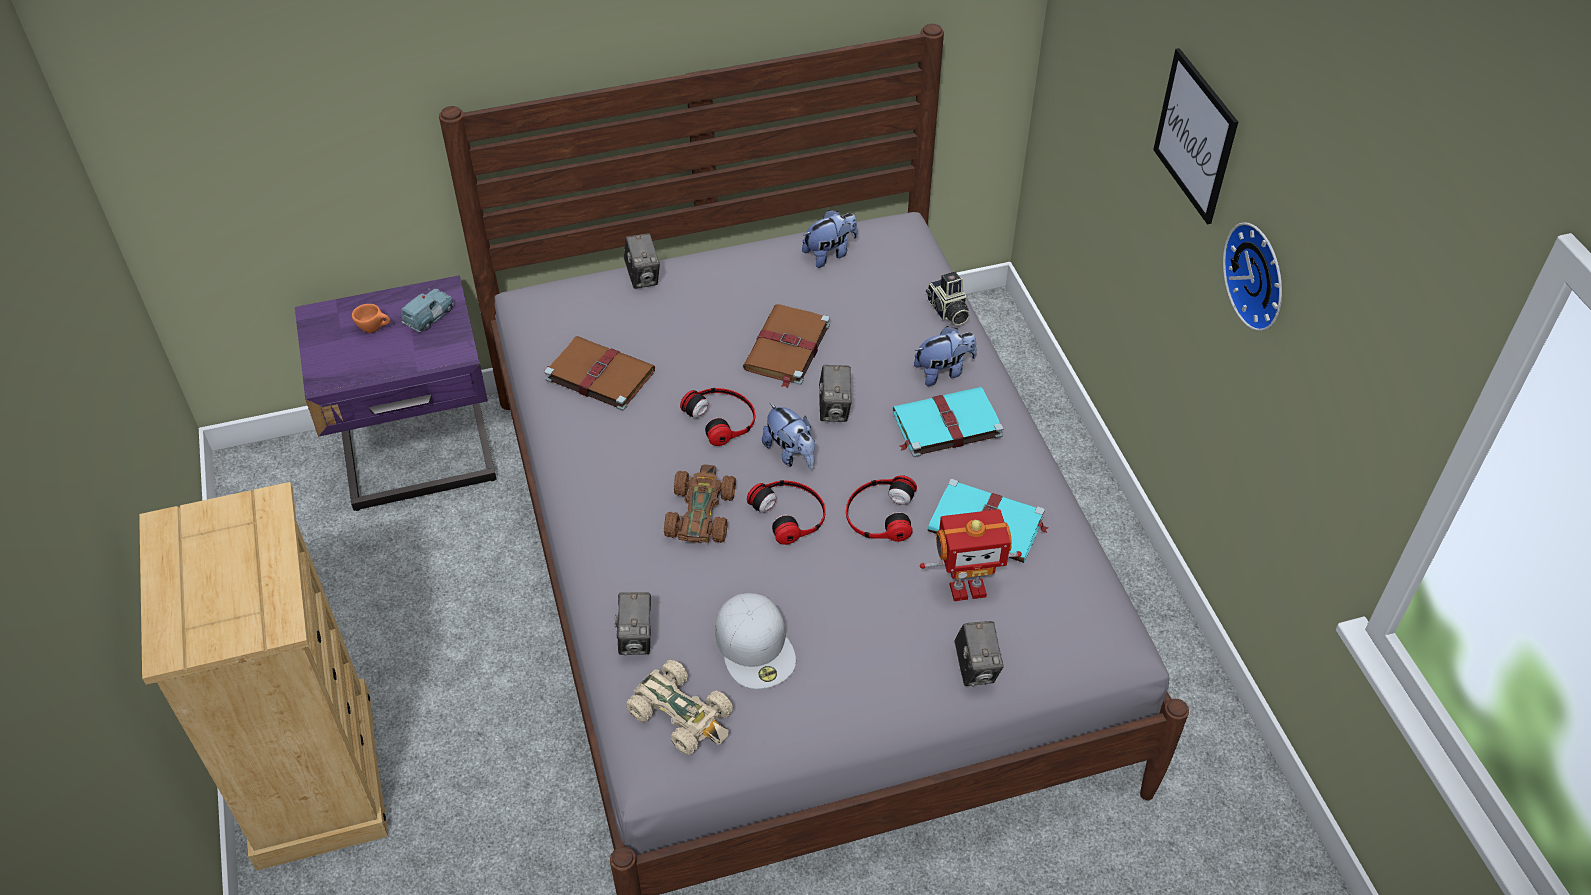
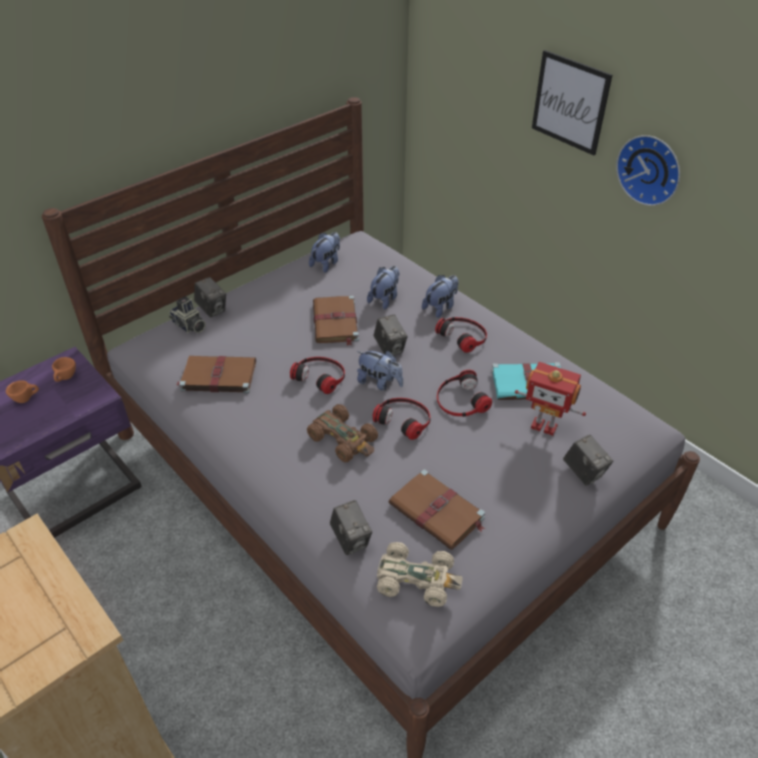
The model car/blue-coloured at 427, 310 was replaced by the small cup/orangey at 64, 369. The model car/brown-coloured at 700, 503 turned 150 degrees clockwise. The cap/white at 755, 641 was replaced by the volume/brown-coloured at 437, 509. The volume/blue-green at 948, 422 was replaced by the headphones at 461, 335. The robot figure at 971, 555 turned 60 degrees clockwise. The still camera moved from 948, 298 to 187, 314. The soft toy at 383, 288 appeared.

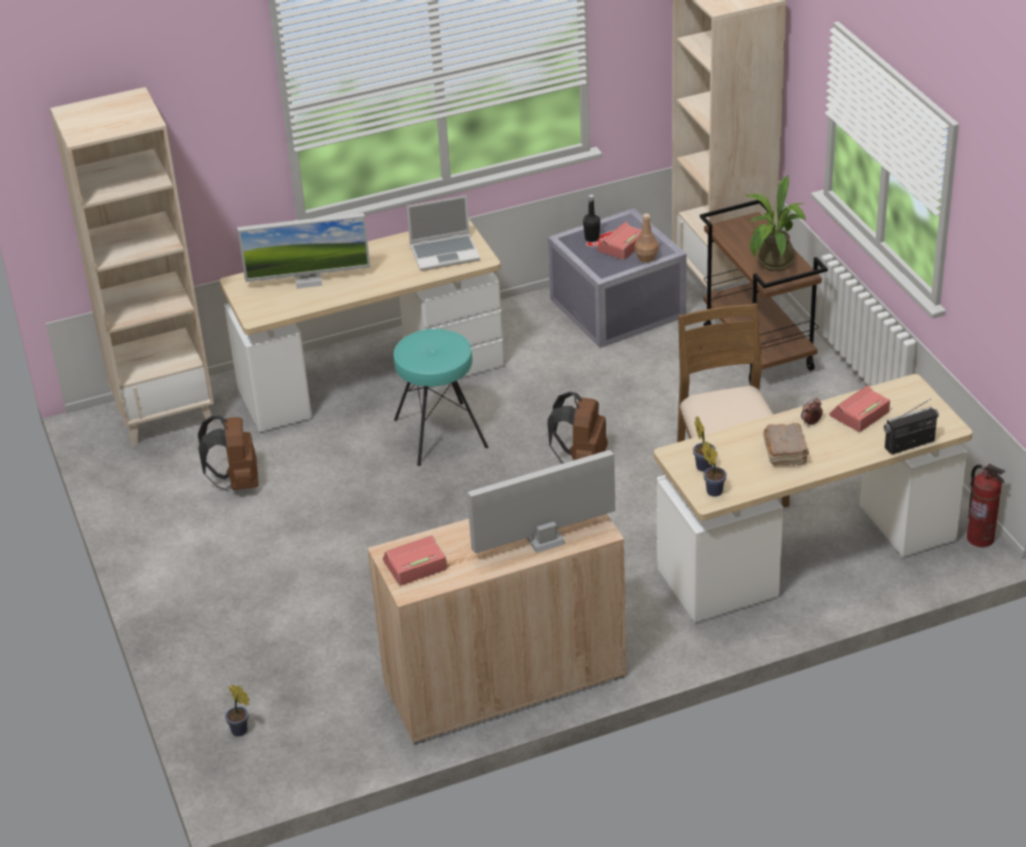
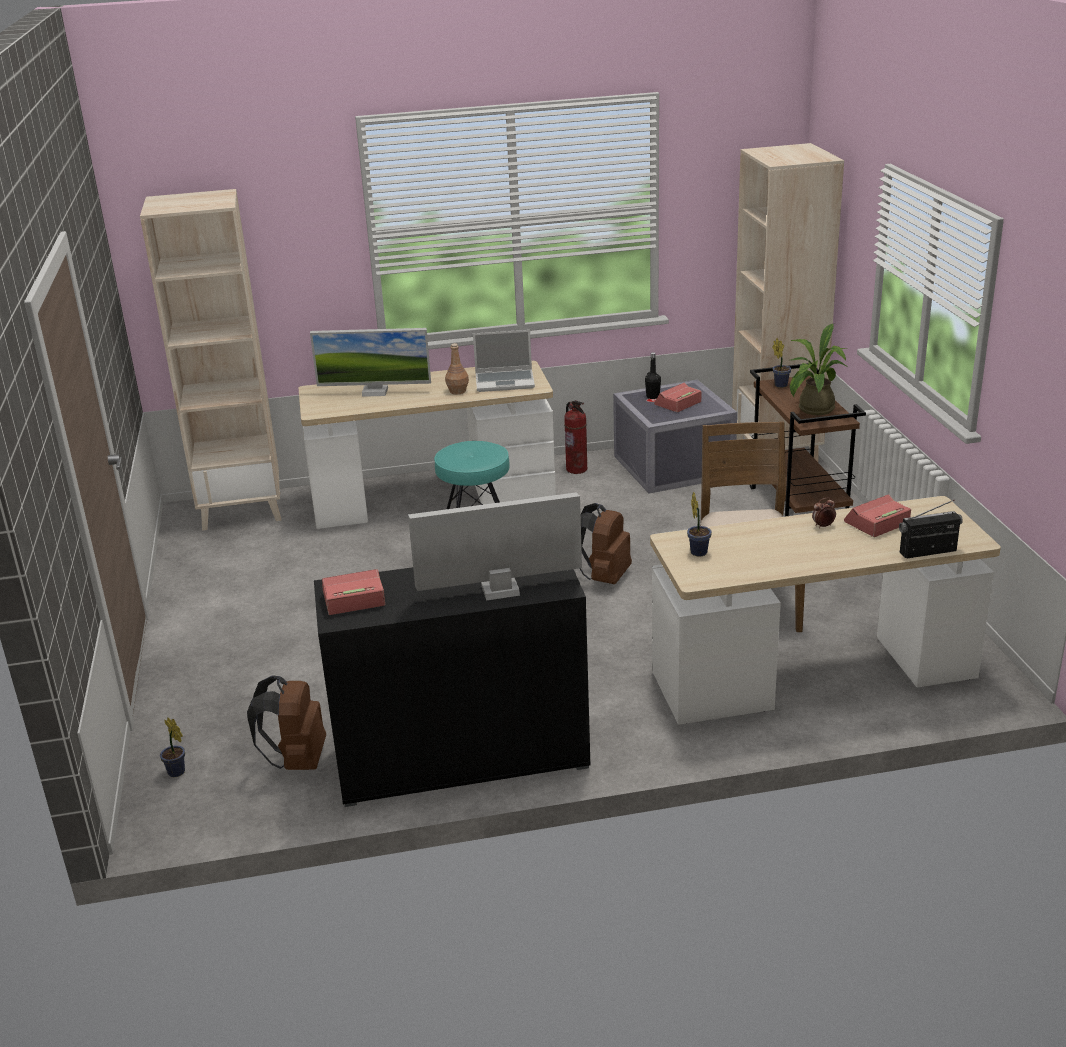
The rucksack/brown-coloured moved from 228, 453 to 286, 722. The cabinet/sand-coloured at 497, 629 became the cabinet/black at 452, 687. The bottle/brown-coloured moved from 647, 238 to 457, 368. The houseplant moved from 714, 469 to 781, 363. The volume/brown-coloured at 786, 444 disappeared. The fire-fighting cylinder moved from 986, 505 to 575, 437.

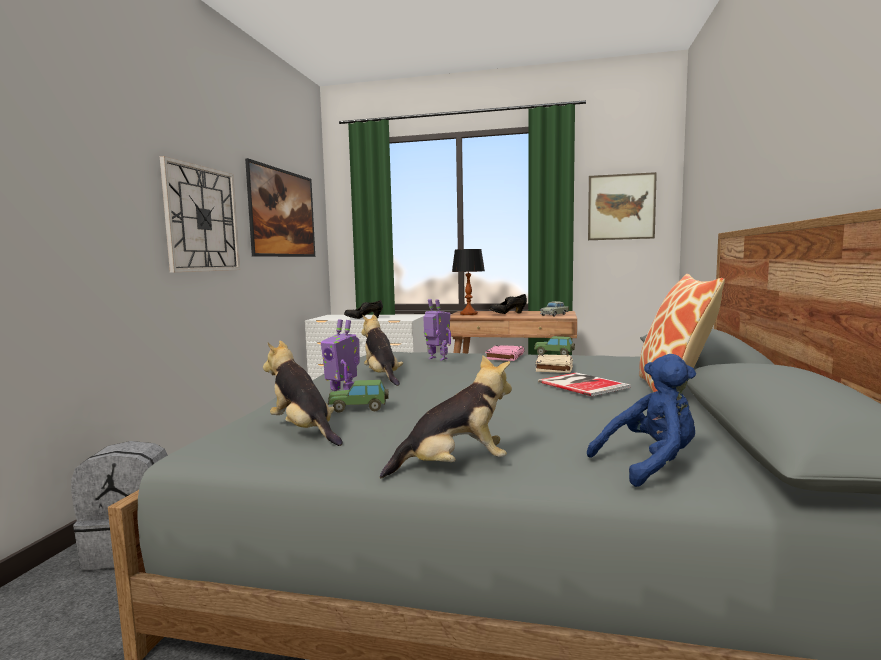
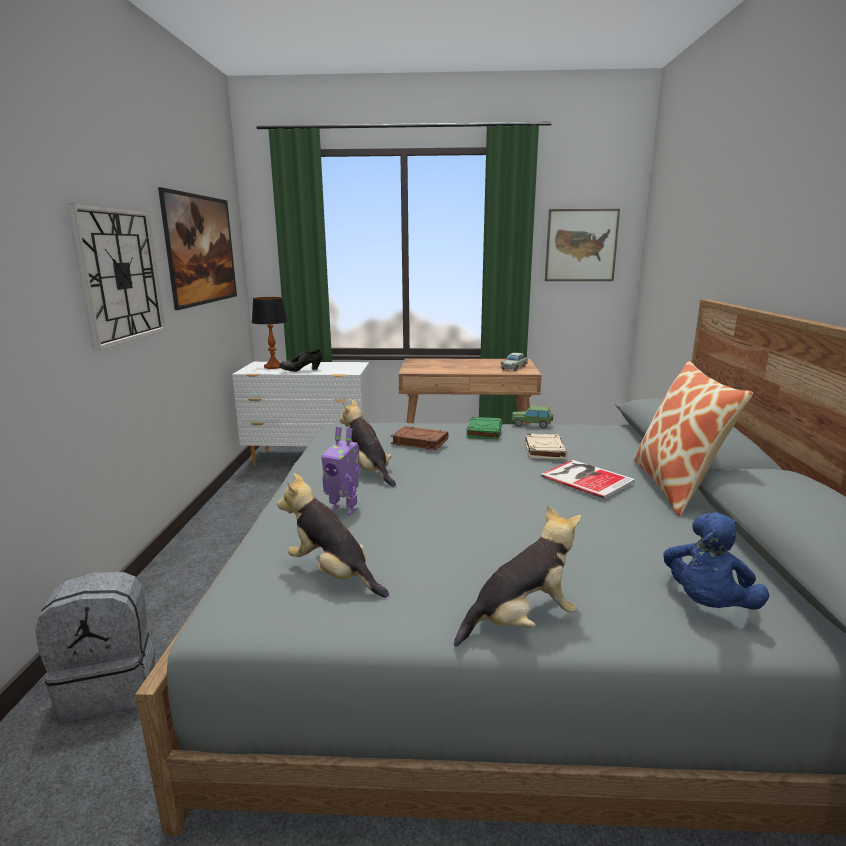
The model car at 358, 396 disappeared. The robot figure at 437, 329 was replaced by the volume/brown-coloured at 419, 438. The table lamp moved from 468, 282 to 270, 333. The volume/pinkish at 505, 353 became the volume/greenish at 484, 428. The item of footwear/black at 508, 304 disappeared. The soft toy/blue-coloured at 641, 420 turned 150 degrees clockwise.

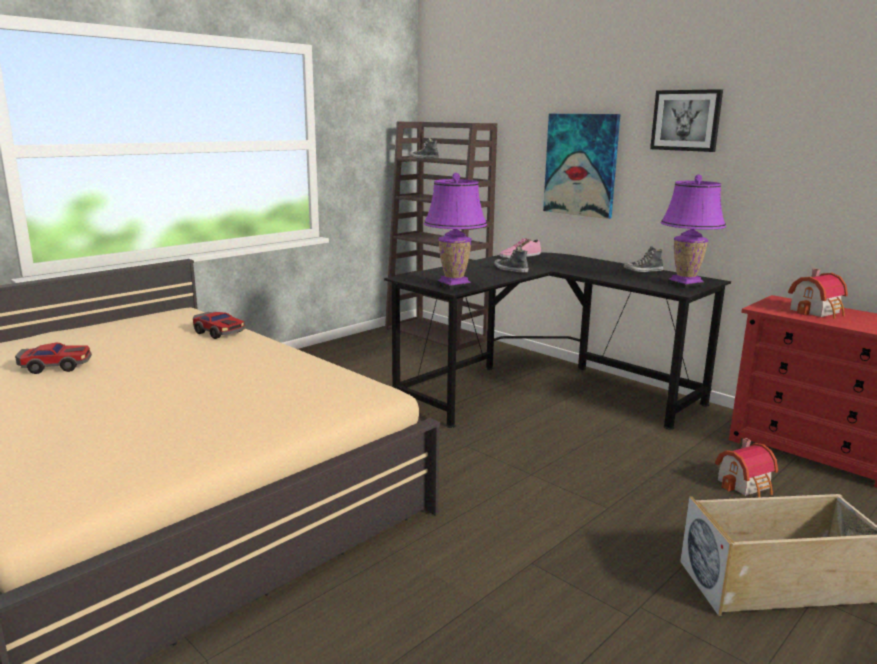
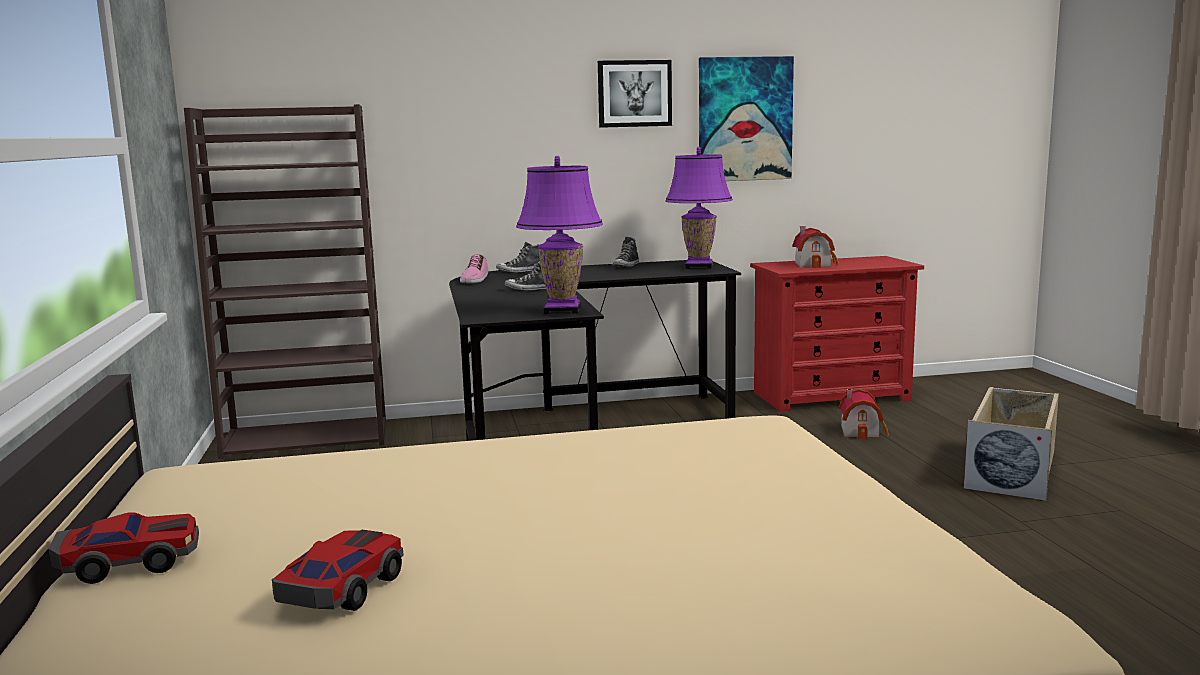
The model car moved from 219, 325 to 123, 548. The item of footwear moved from 424, 148 to 517, 257. The wall art moved from 582, 166 to 746, 118.

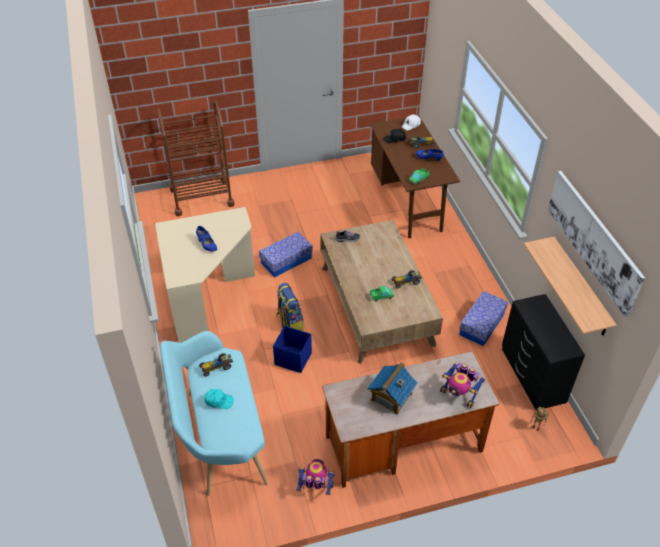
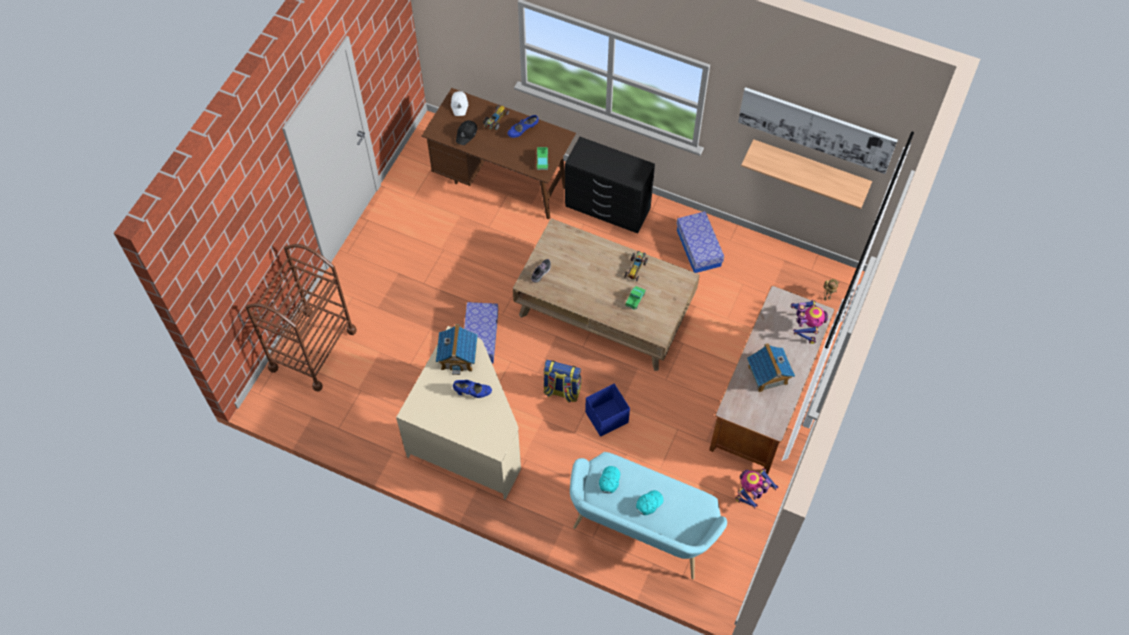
The model car at 216, 365 was replaced by the cap/blue-green at 609, 479. The robot figure at 462, 385 turned 75 degrees counterclockwise. The drawer chest/black moved from 543, 352 to 610, 185. The miniature house at 457, 349 appeared.

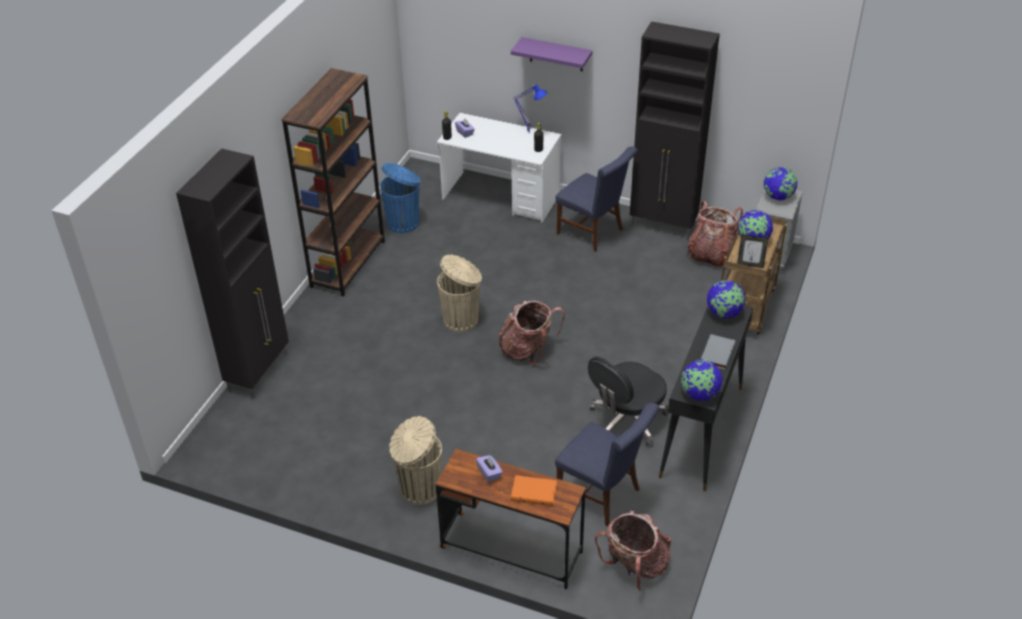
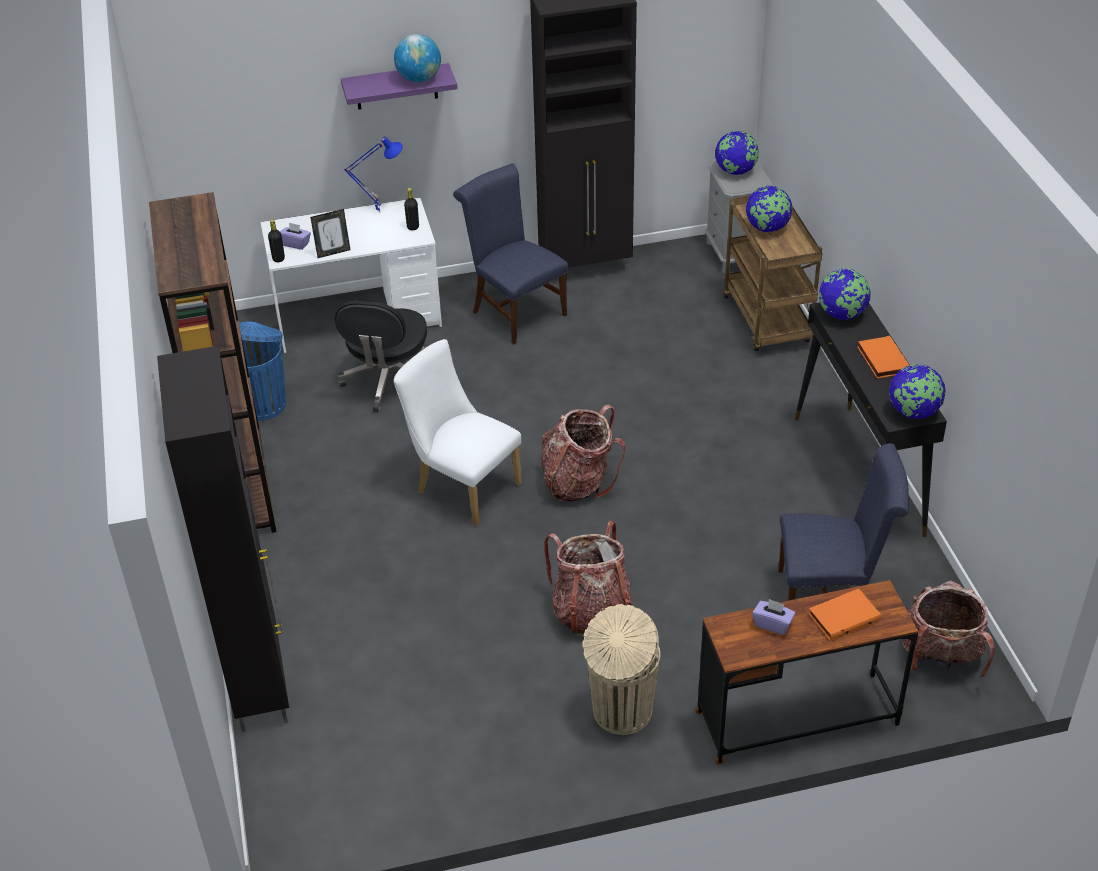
The trash can/sand-coloured at 459, 293 was replaced by the upright chair/white at 458, 432. The upright chair/blue-coloured at 597, 199 turned 135 degrees counterclockwise. The computer chair/black moved from 628, 402 to 381, 356. The rucksack moved from 715, 234 to 588, 579. The volume/grey at 718, 352 became the volume/orangey at 883, 357. The photo frame moved from 752, 251 to 330, 233. The desk globe at 417, 58 appeared.

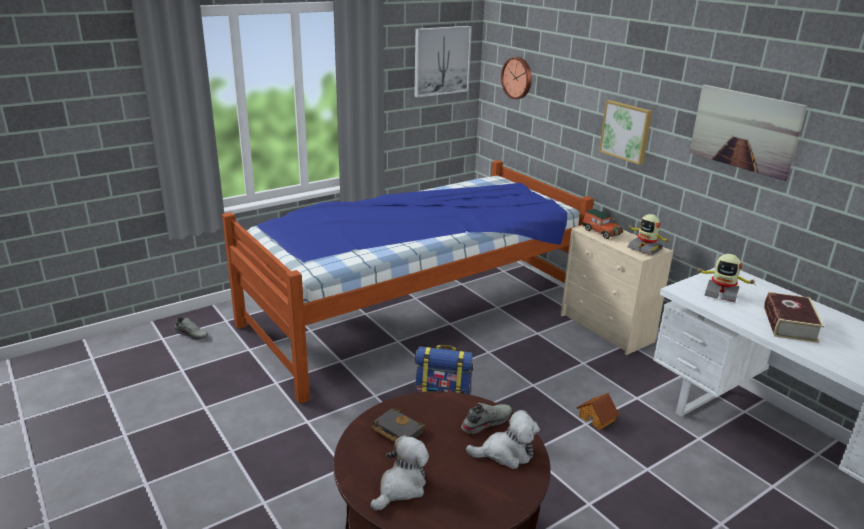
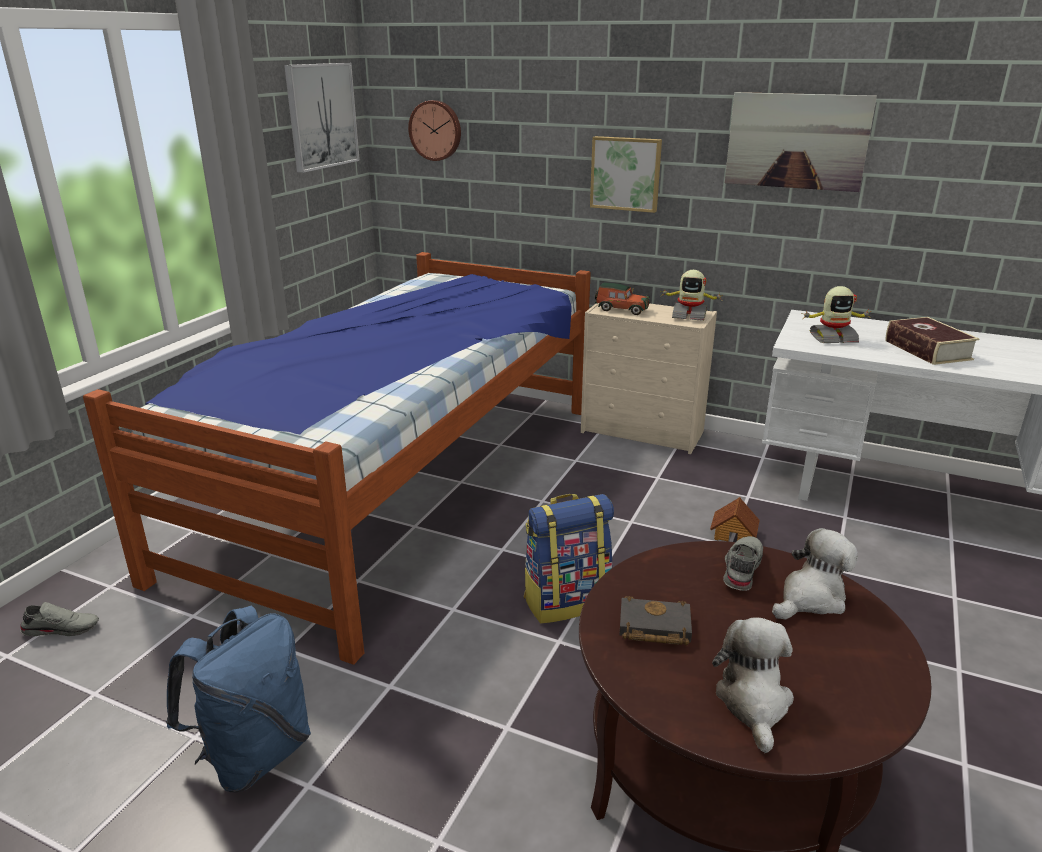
The rucksack/blue-coloured at 238, 699 appeared.

